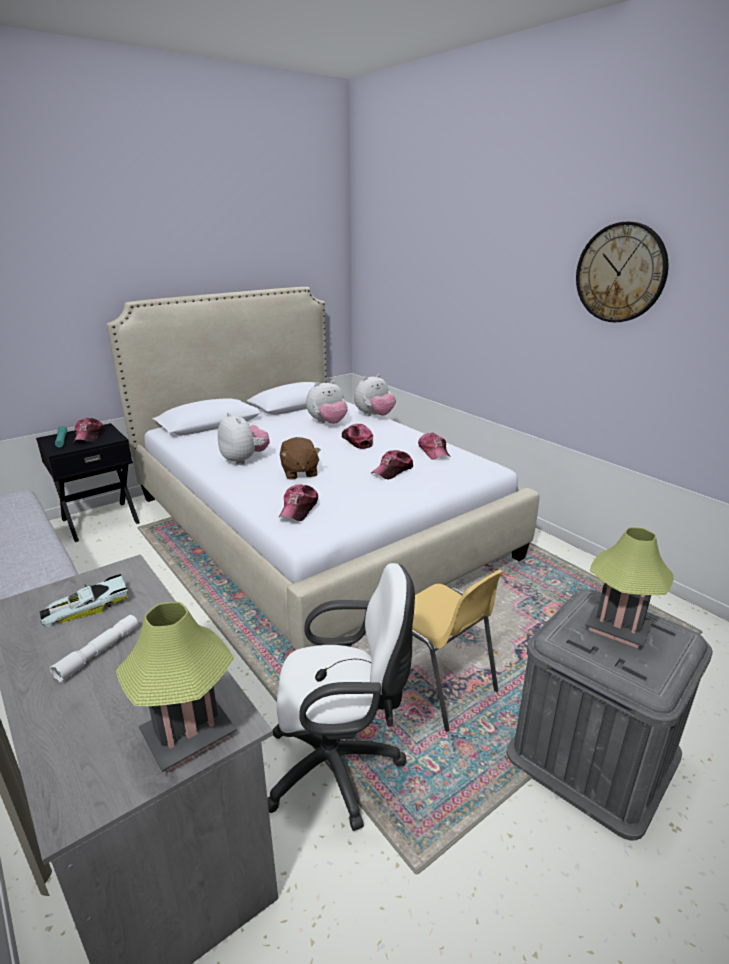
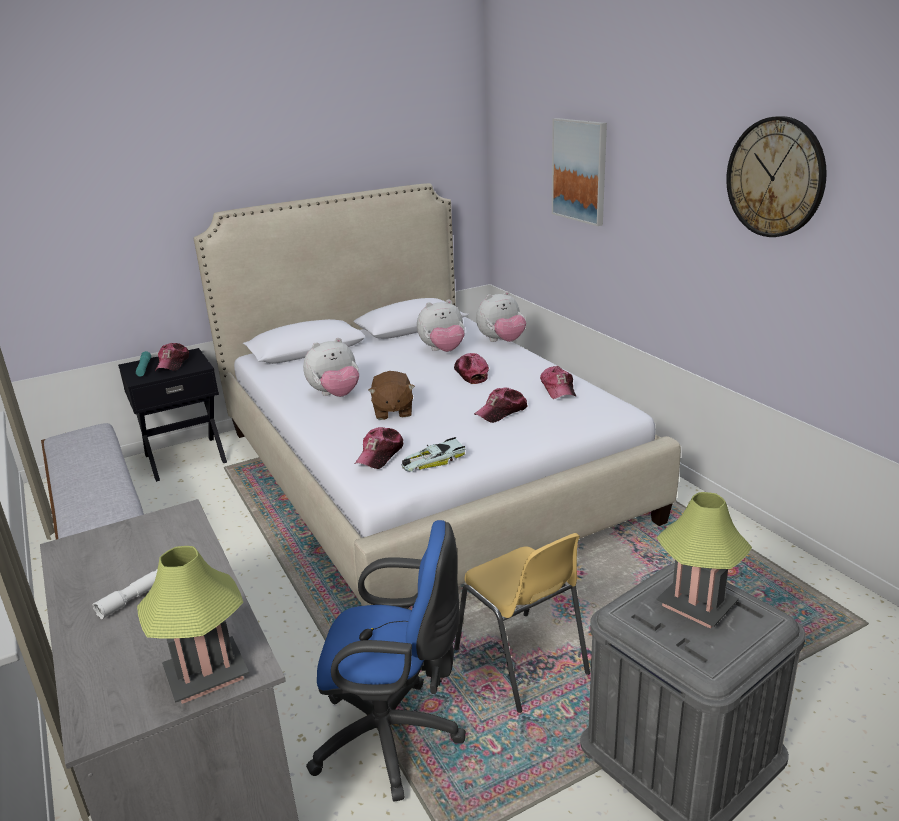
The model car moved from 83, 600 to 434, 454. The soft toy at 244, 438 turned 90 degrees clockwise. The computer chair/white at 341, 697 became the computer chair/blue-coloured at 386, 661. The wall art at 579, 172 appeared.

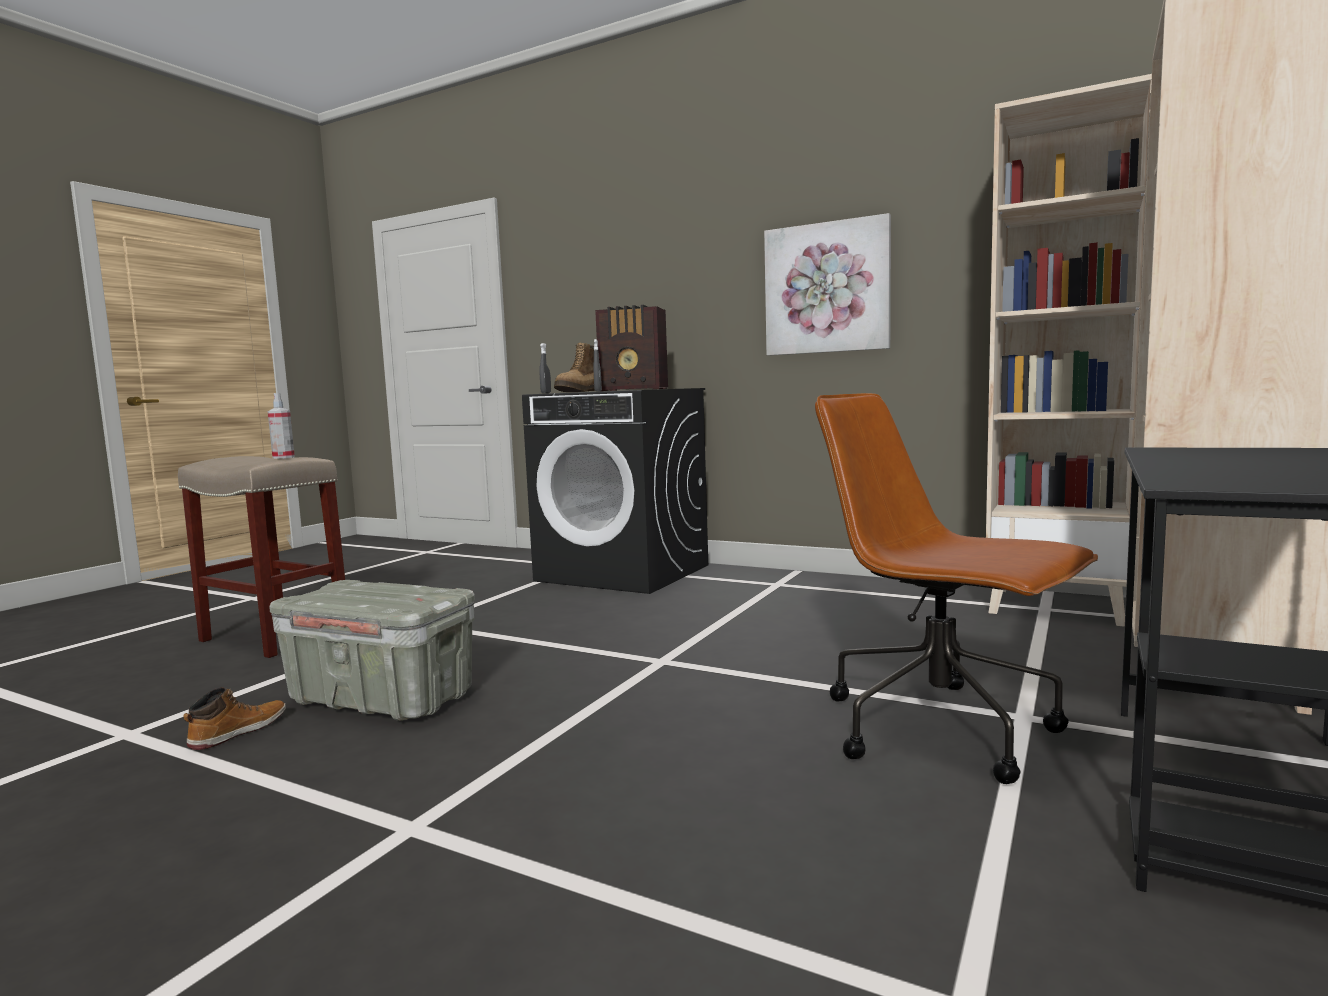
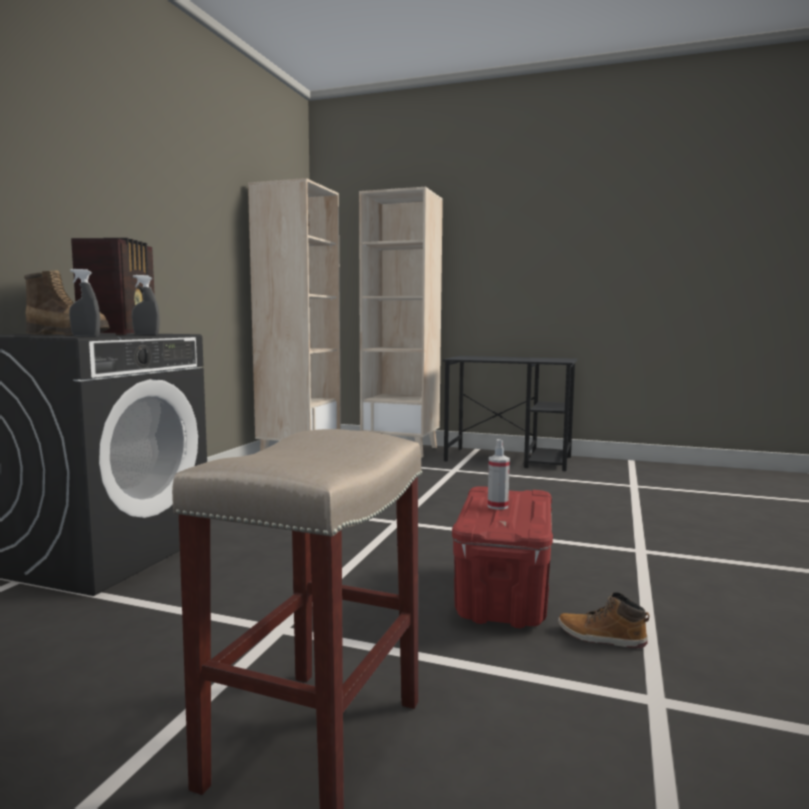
The spray bottle moved from 281, 426 to 499, 474. The storage bin/grey at 372, 650 became the storage bin/red-coloured at 502, 557. The wall art at 827, 284 disappeared. The computer chair/brown-coloured at 956, 588 disappeared.

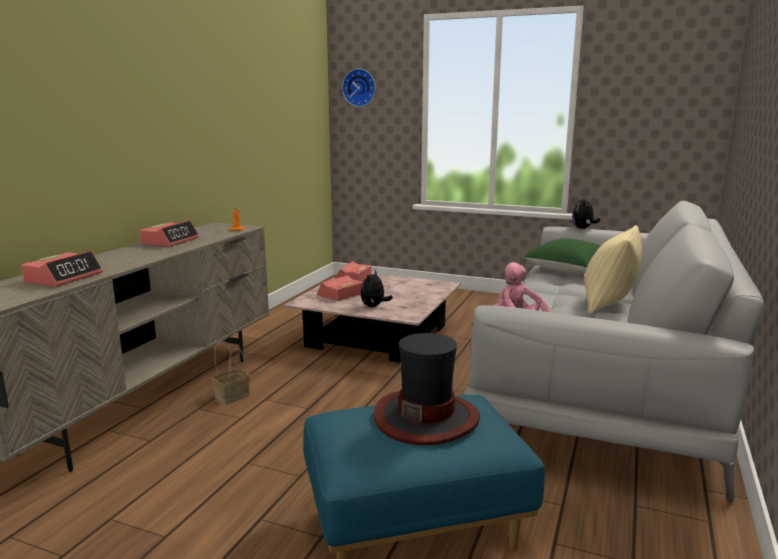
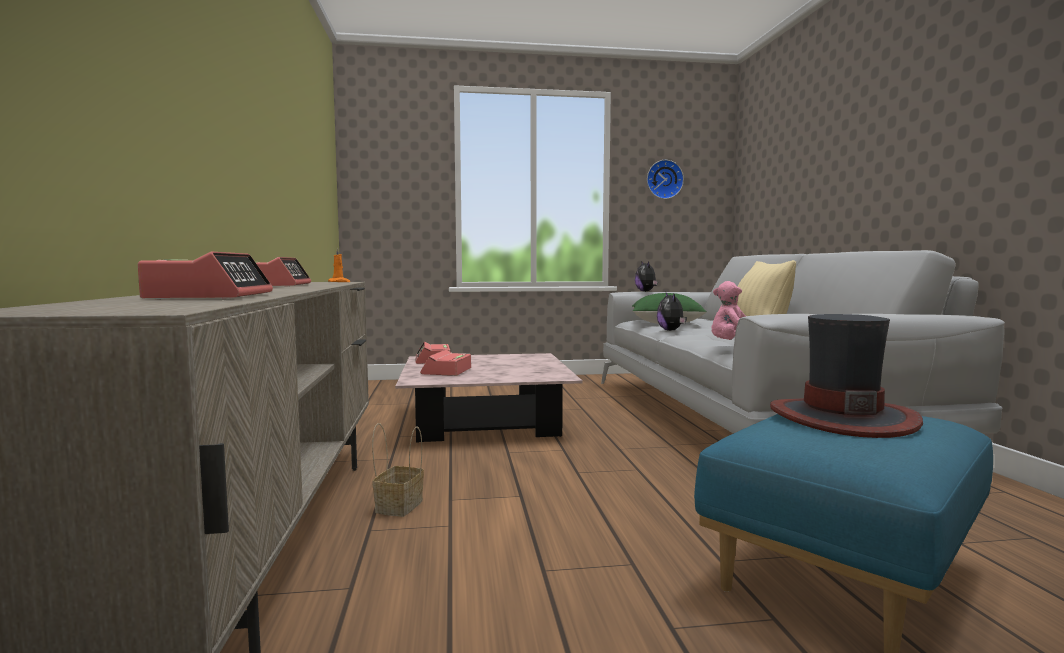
The wall clock moved from 358, 88 to 665, 179. The soft toy moved from 376, 288 to 672, 312.

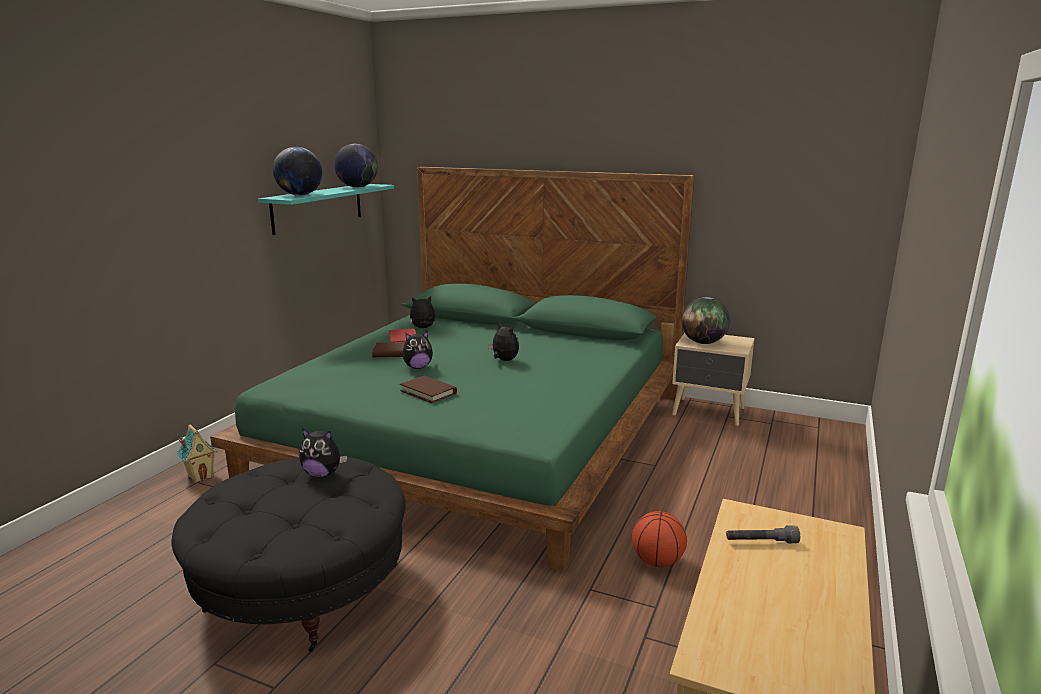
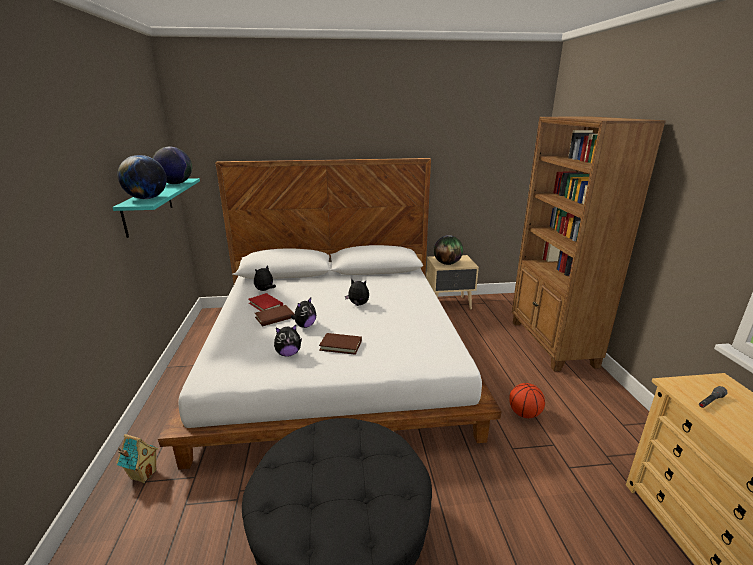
The bed/greenish at 452, 369 became the bed/white at 330, 314. The soft toy moved from 323, 453 to 288, 341. The shelving unit/brown-coloured at 589, 244 appeared.

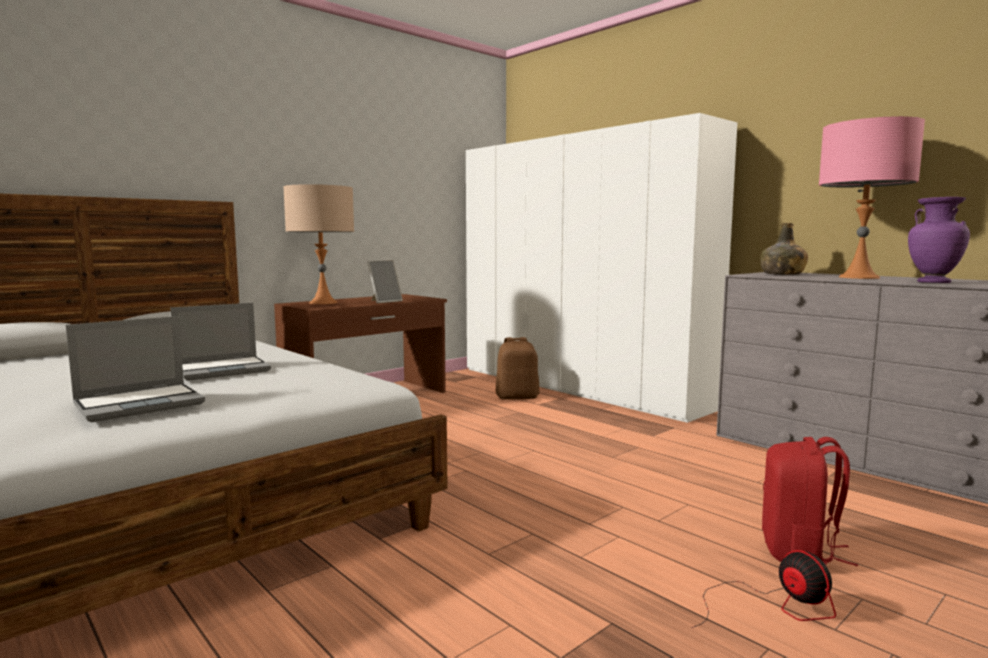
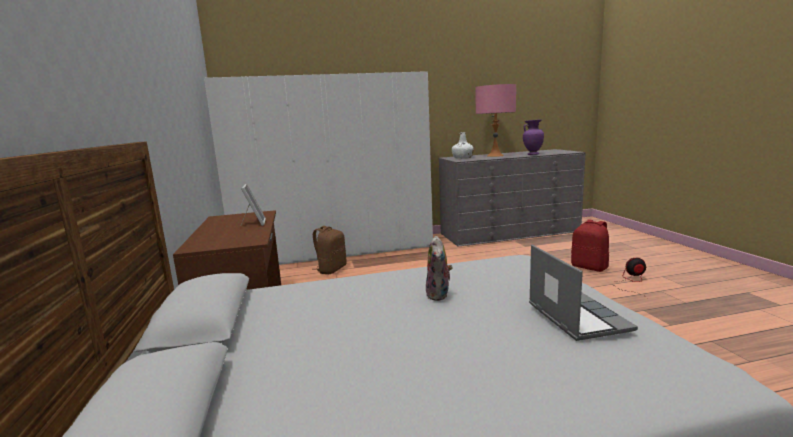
The laptop at 220, 342 was replaced by the soft toy at 439, 268. The table lamp/sand-coloured at 318, 244 disappeared. The bottle/greenish at 784, 249 became the bottle/white at 463, 145.

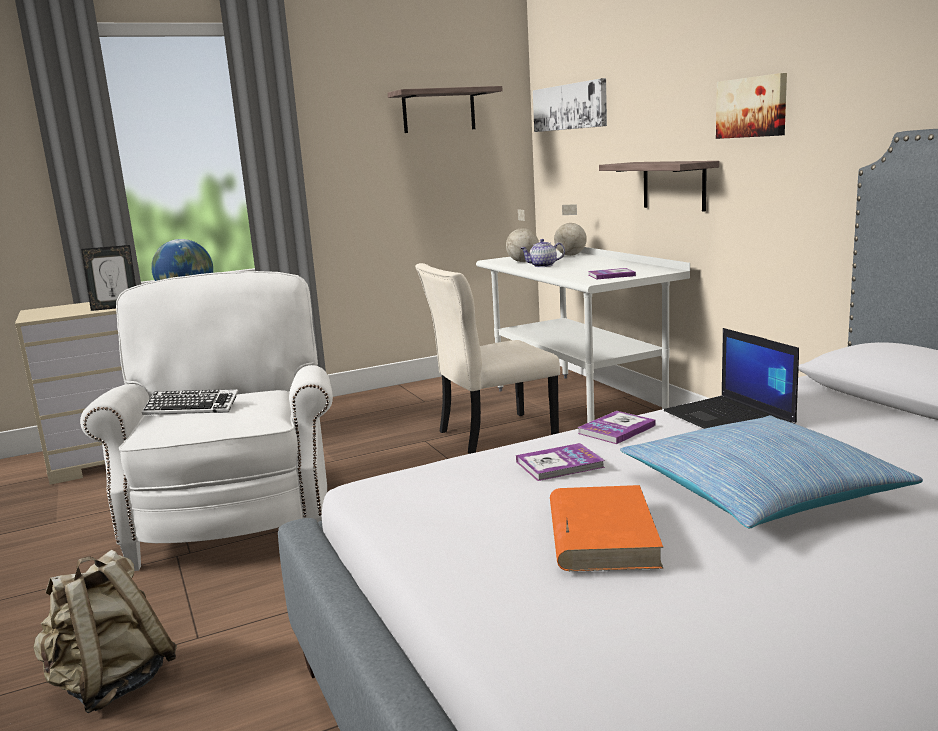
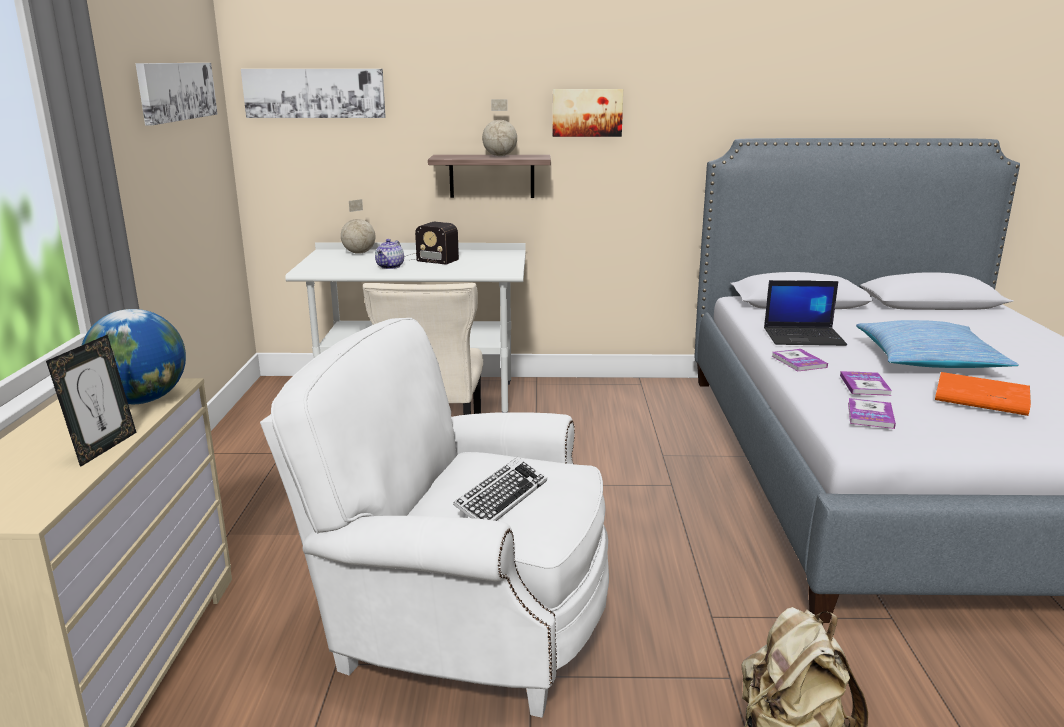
The wall shelf at 445, 109 was replaced by the wall art at 176, 94. The desk globe moved from 522, 235 to 499, 127. The volume moved from 612, 273 to 872, 413. The radio receiver at 431, 243 appeared.

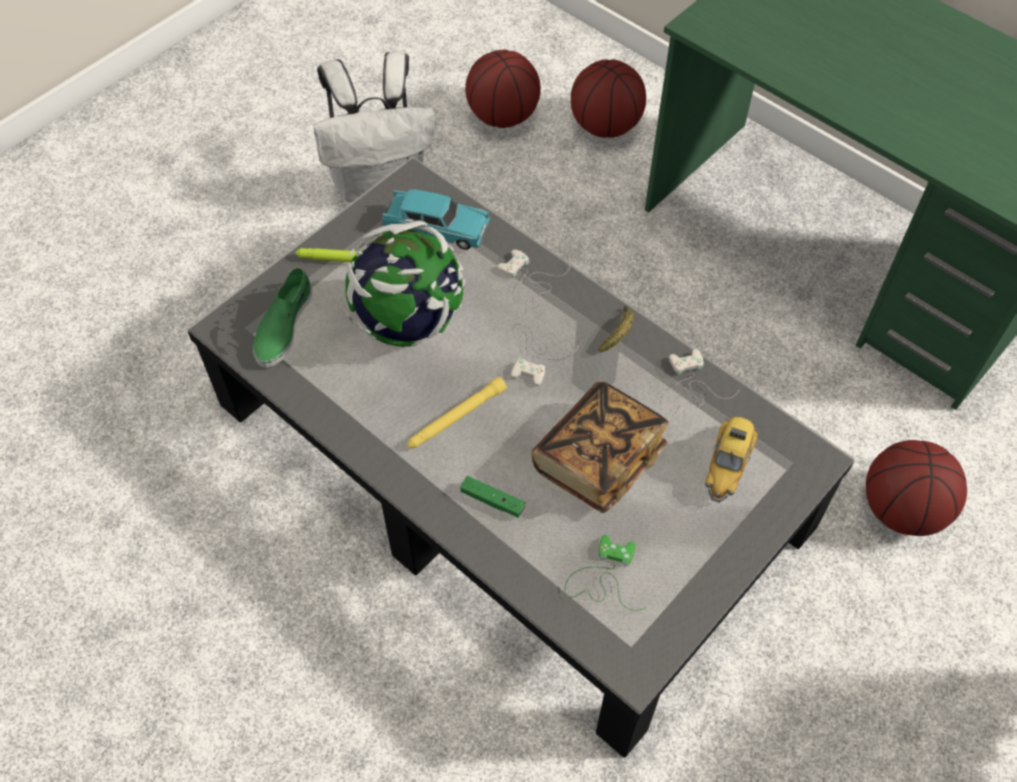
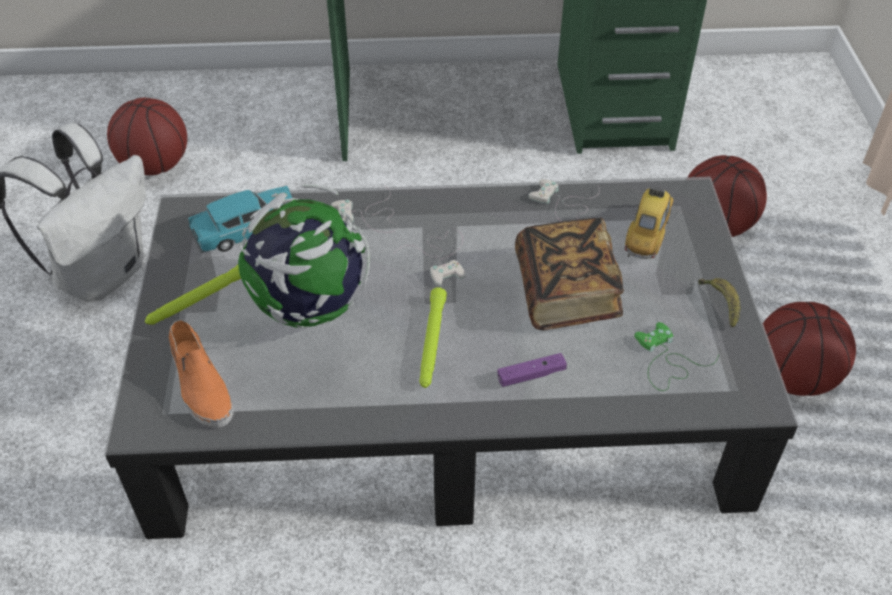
The item of footwear/greenish at 283, 317 became the item of footwear/orangey at 201, 374. The hand torch/yellow-coloured at 457, 412 became the hand torch/greenish at 433, 337. The game controller/greenish at 493, 497 became the game controller/purple-coloured at 532, 370. The basketball ball moved from 608, 98 to 809, 349. The banana moved from 616, 328 to 719, 303. The model car at 731, 459 turned 135 degrees counterclockwise.

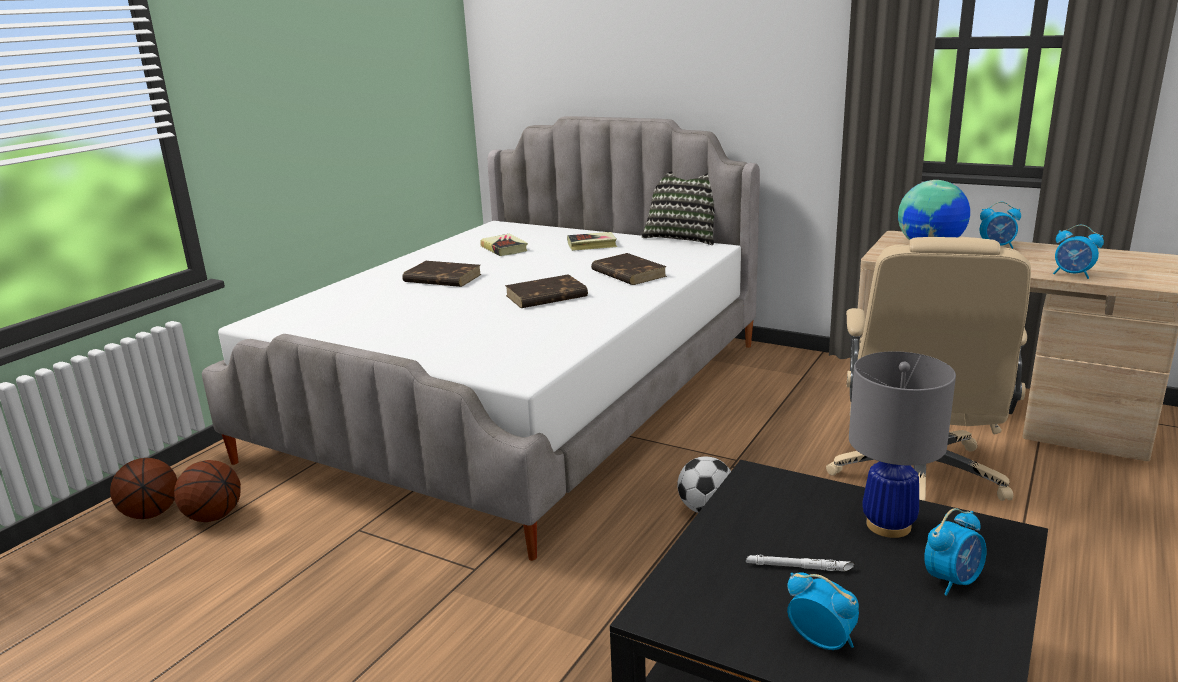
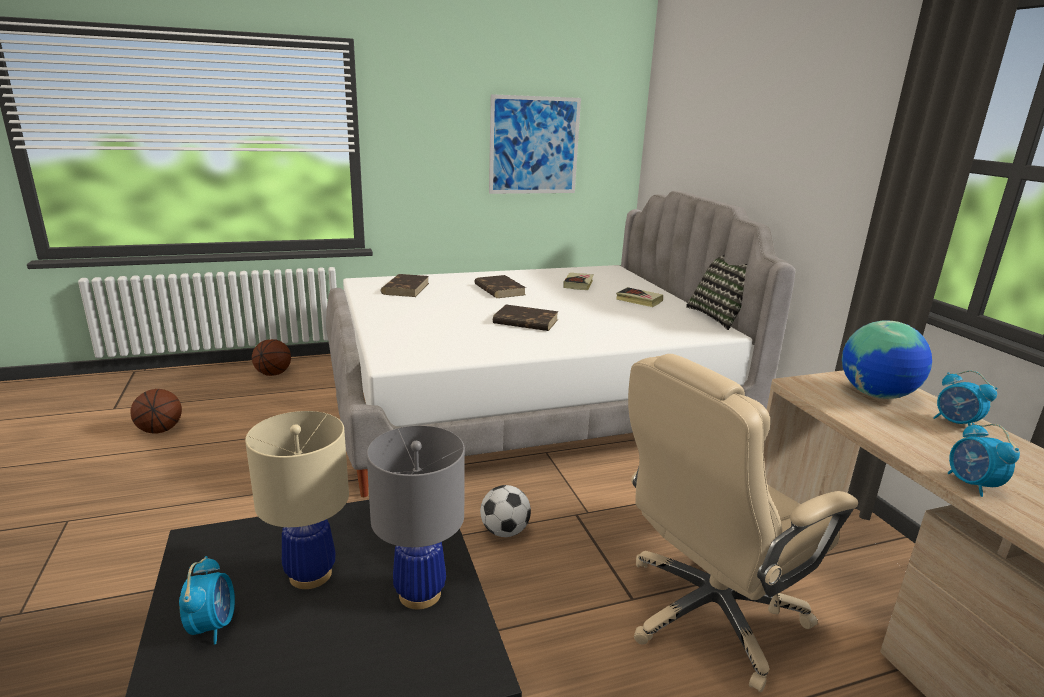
The basketball ball moved from 207, 491 to 156, 411. The volume/brown-coloured moved from 629, 269 to 405, 285. The hand torch/white at 800, 562 was replaced by the table lamp/sand-coloured at 297, 500. The table clock at 955, 552 disappeared. The wall art at 535, 144 appeared.

